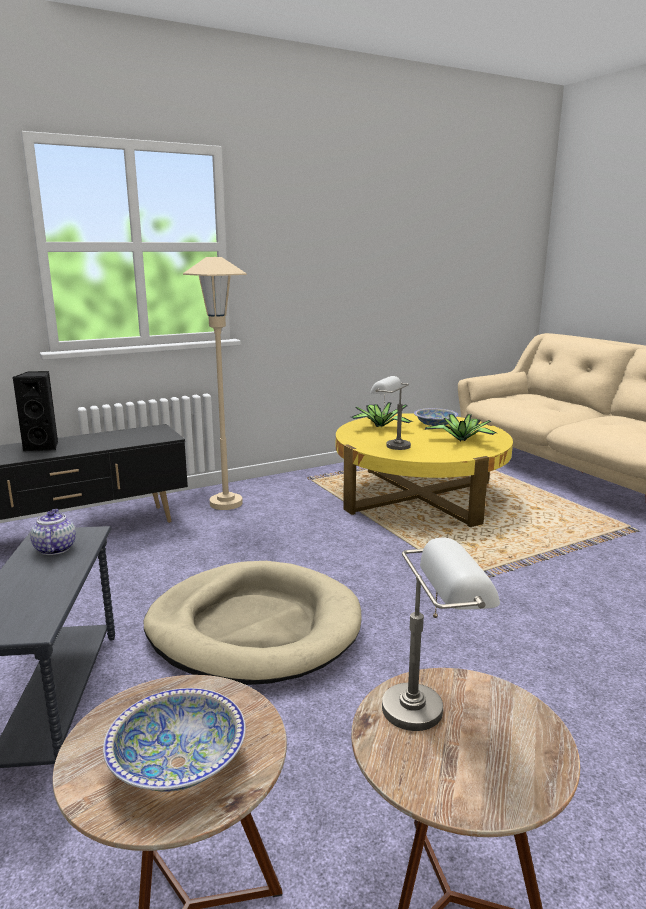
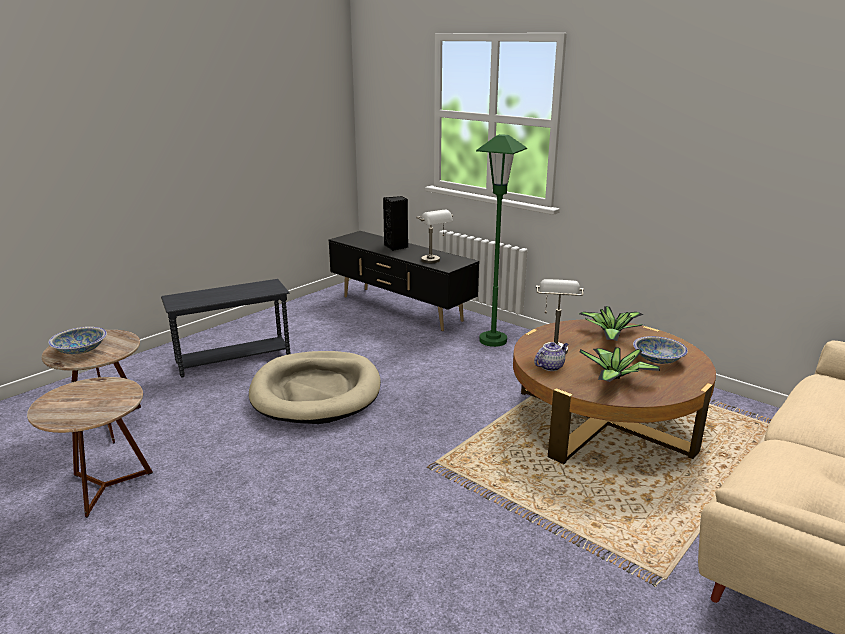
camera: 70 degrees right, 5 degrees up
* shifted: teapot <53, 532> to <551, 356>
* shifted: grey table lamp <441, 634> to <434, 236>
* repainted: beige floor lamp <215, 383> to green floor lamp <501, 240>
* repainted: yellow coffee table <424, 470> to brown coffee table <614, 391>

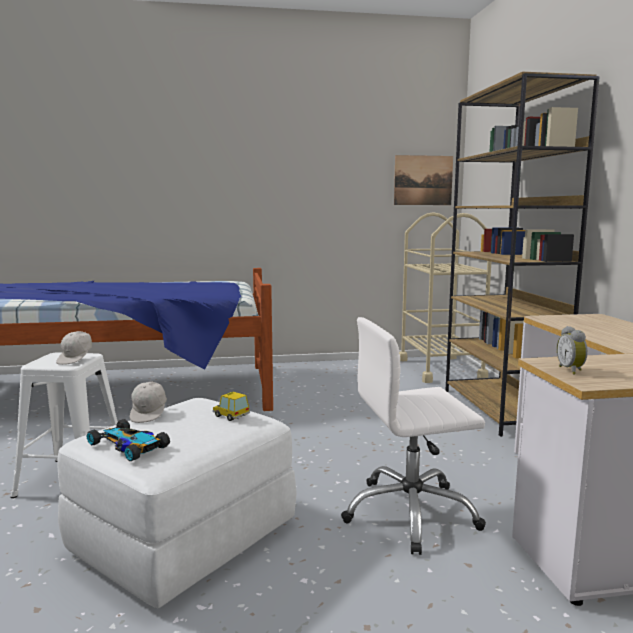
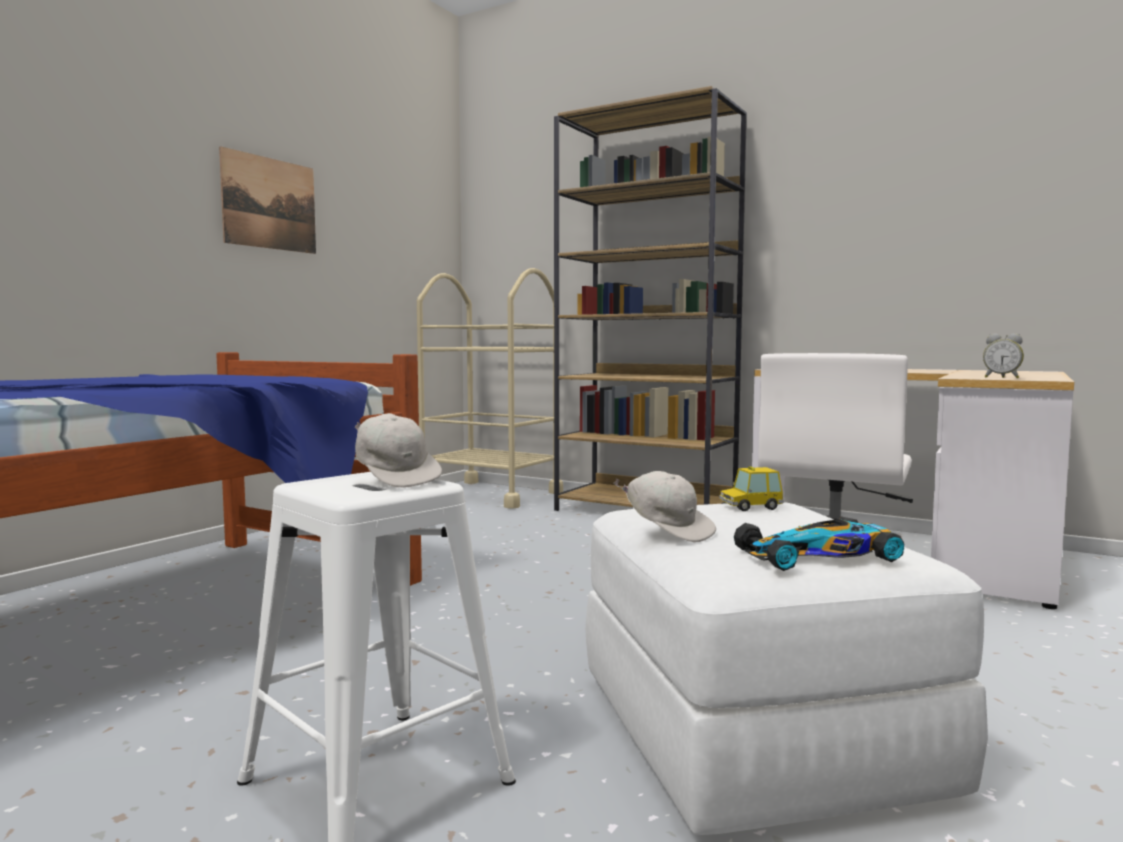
camera: 50 degrees left, 5 degrees down
* shifted: picture <423, 180> to <267, 200>

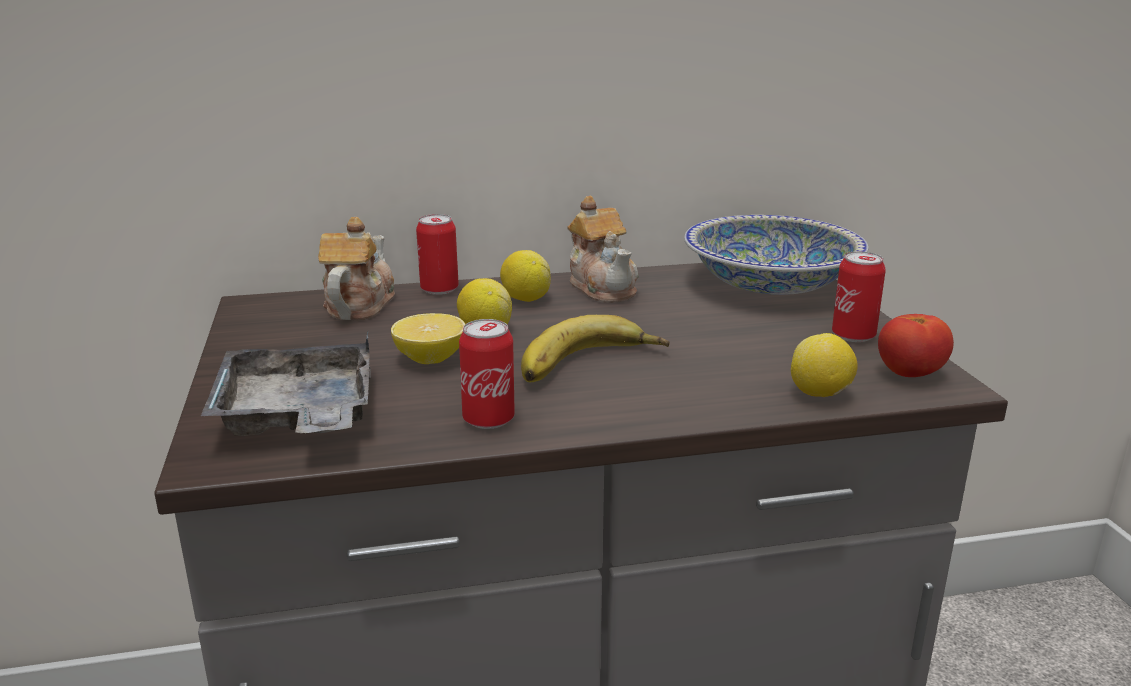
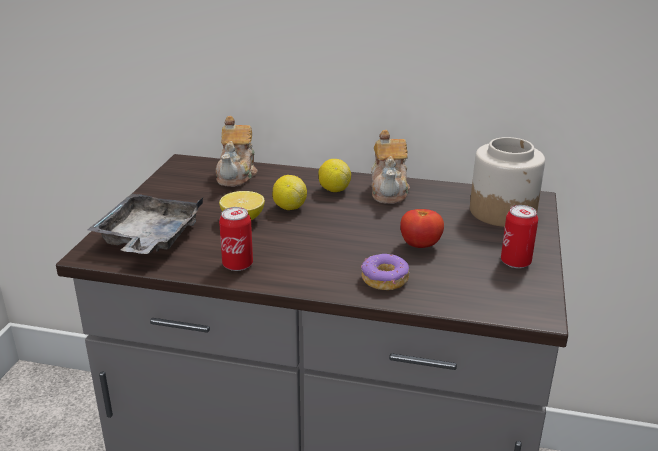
camera: 25 degrees right, 5 degrees up
* gone: can <437, 254>
* gone: banana <595, 349>
* gone: lemon <824, 365>
* new: donut <385, 272>
* shifted: tomato <916, 345> to <422, 228>
* swapped: bowl <776, 255> to jar <507, 182>
* rotated: teapot <356, 268> = <237, 151> 150 degrees clockwise

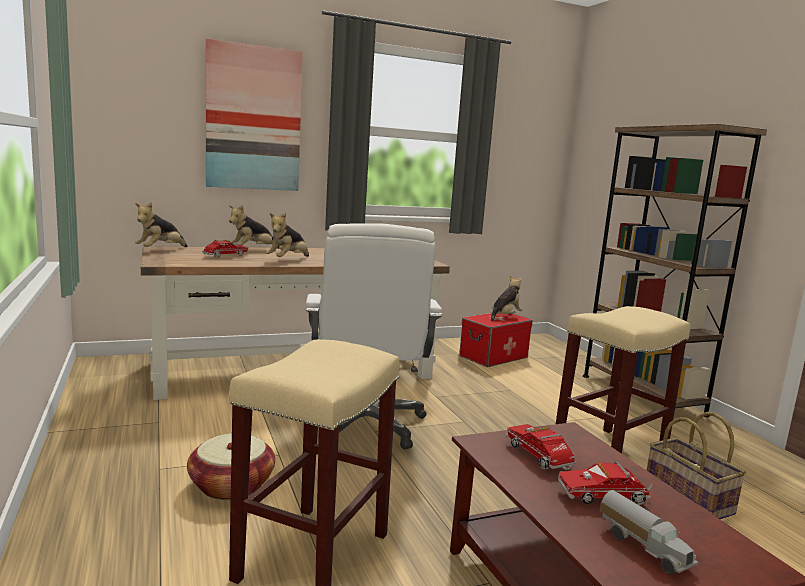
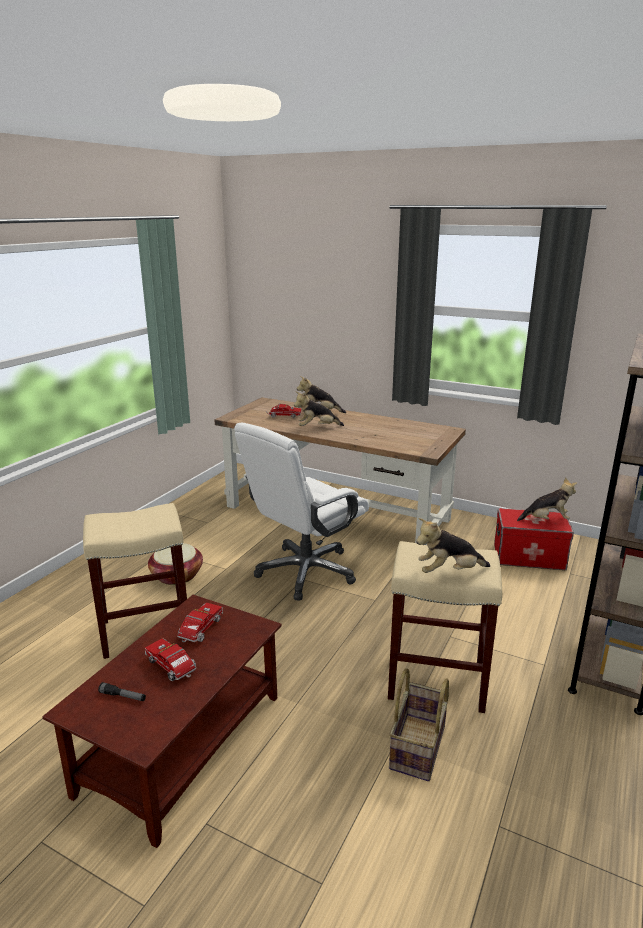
camera: 50 degrees right, 10 degrees up
* gone: picture <254, 115>
* shifted: plush toy <161, 224> to <453, 545>
* swapped: toy truck <649, 532> to flashlight <122, 691>

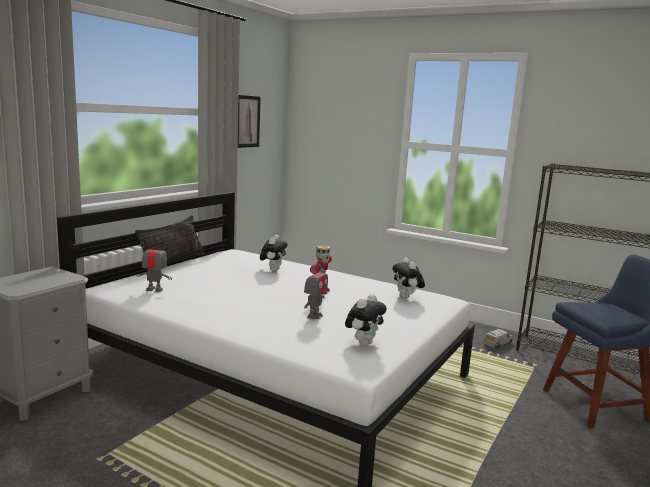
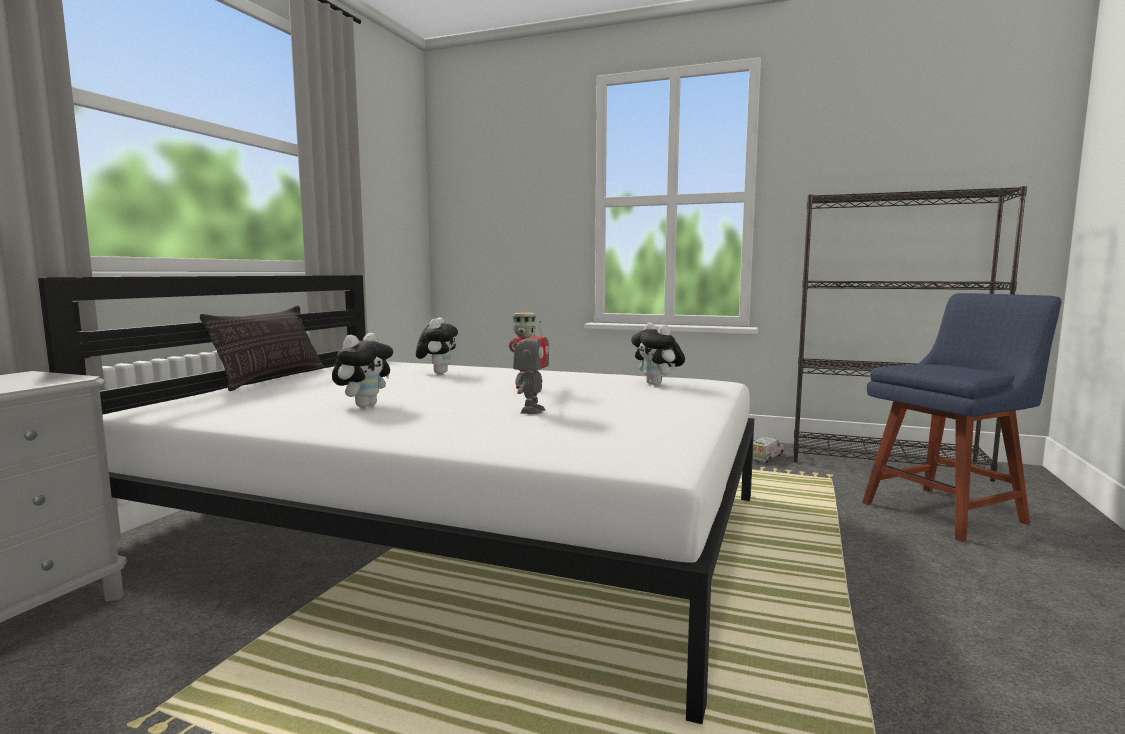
camera: 10 degrees left, 5 degrees down
* gone: toy robot <154, 267>
* gone: picture <249, 121>
* shifted: plush toy <366, 320> to <362, 370>

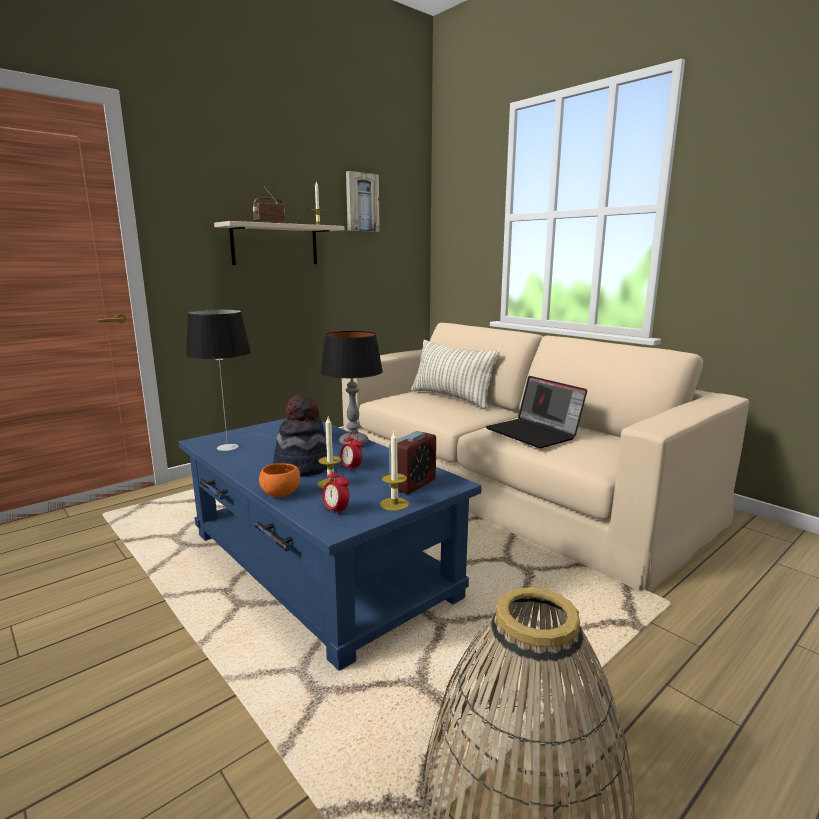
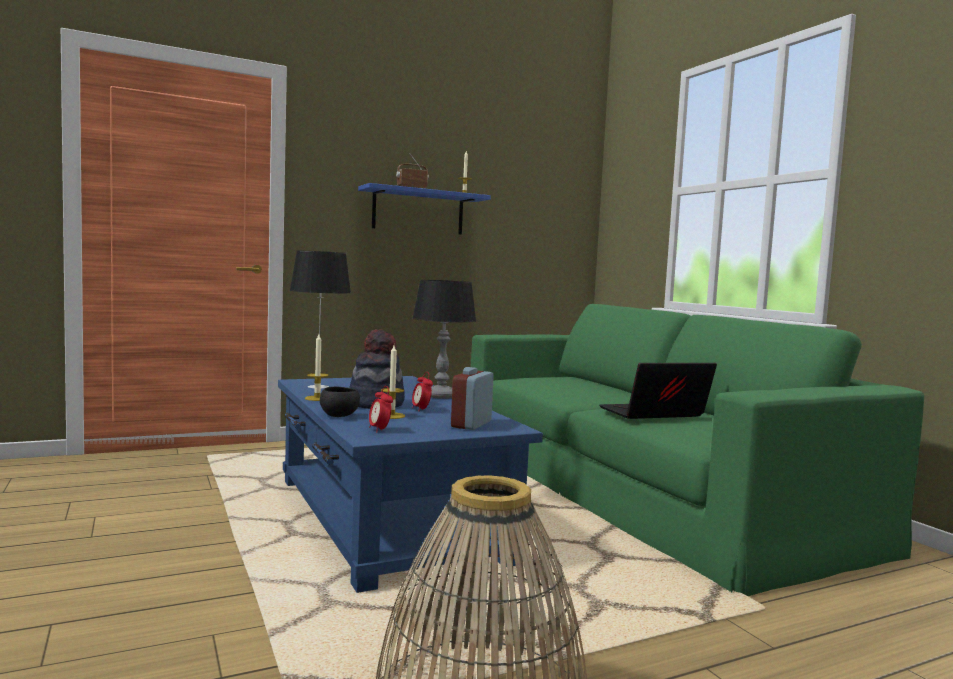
camera: 15 degrees right, 10 degrees down
* gone: picture <363, 201>
* gone: pillow <455, 374>
* shifted: candle <394, 471> to <316, 367>
* repainted: beige shelf <279, 243> to blue shelf <424, 209>
* repainted: orange bowl <279, 480> to black bowl <340, 402>
* repainted: beige sofa <545, 457> to green sofa <697, 450>
* rotated: alarm clock <412, 462> = <472, 398> 150 degrees clockwise
* rotated: laptop <536, 412> = <658, 391> 90 degrees clockwise

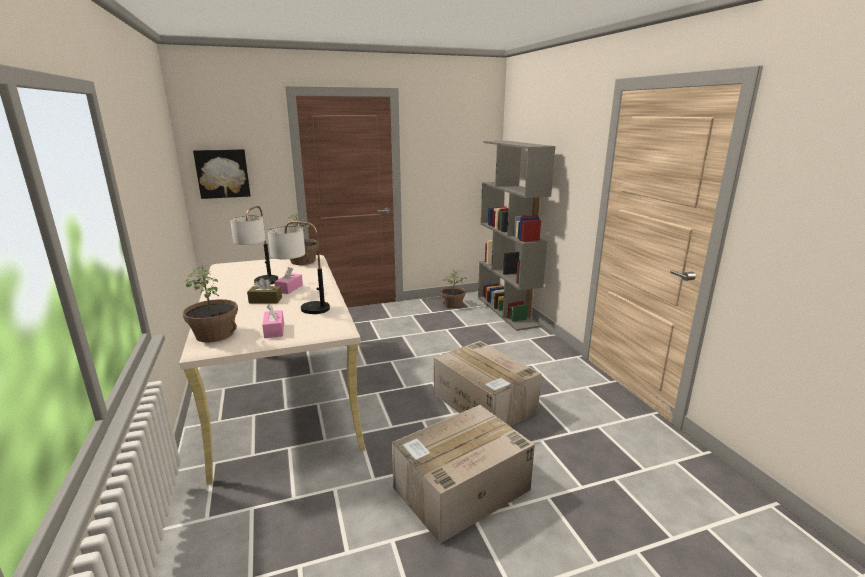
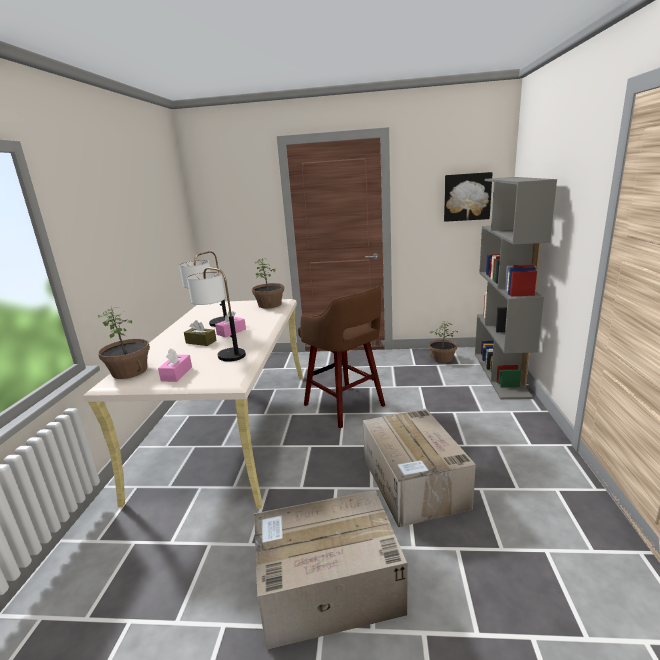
camera: 25 degrees right, 0 degrees up
* new: brown stool <341, 357>
* shifted: picture <222, 174> to <468, 197>

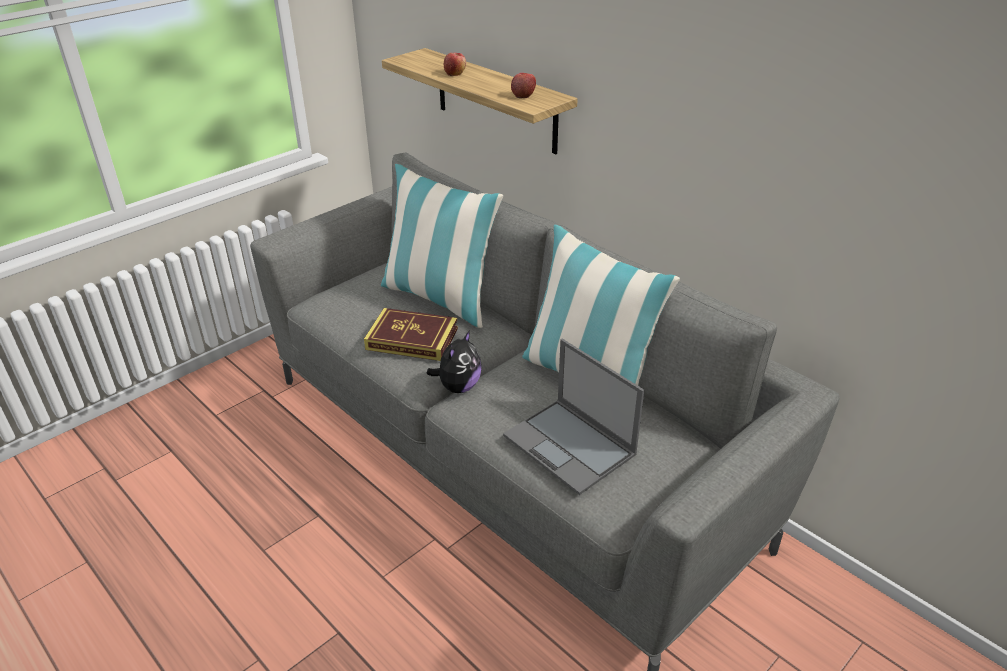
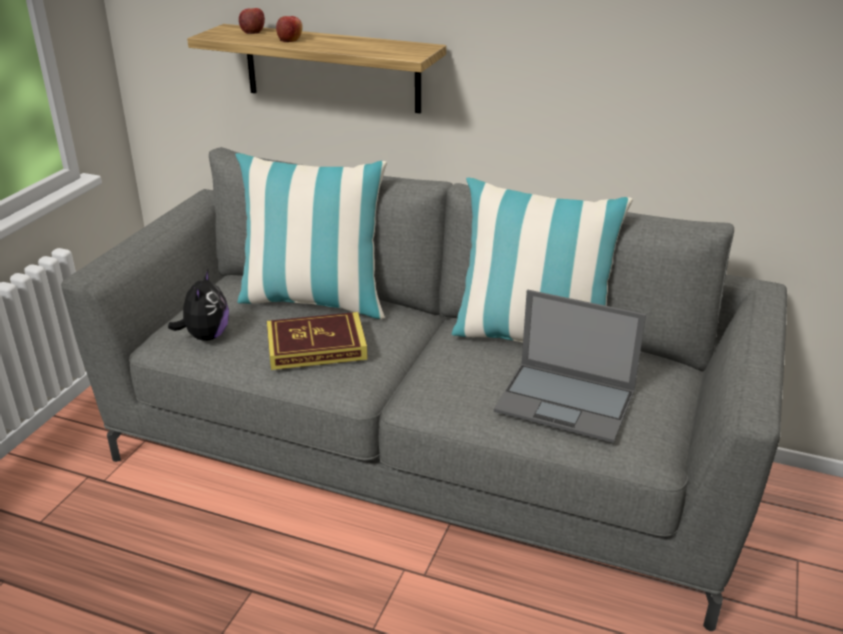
camera: 25 degrees left, 5 degrees down
* shifted: plush toy <454, 361> to <198, 305>
* shifted: apple <523, 85> to <252, 21>

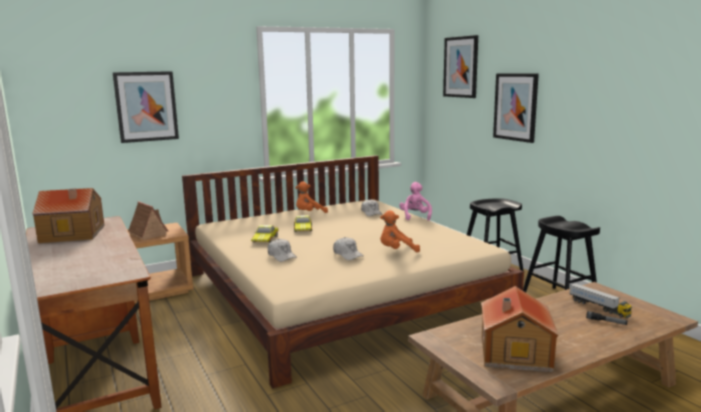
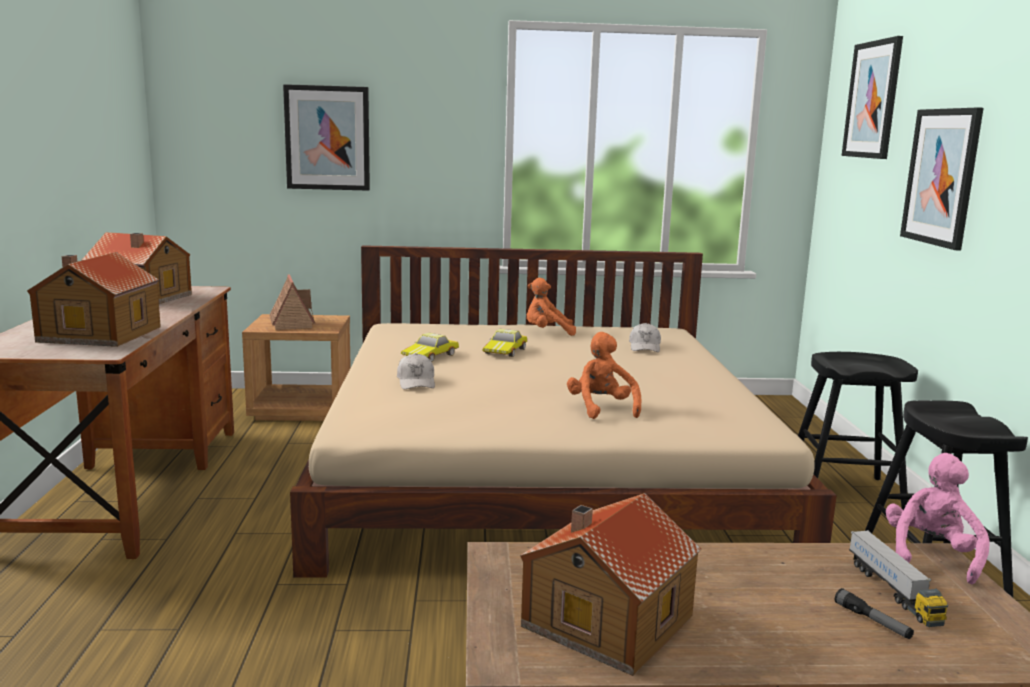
camera: 25 degrees right, 0 degrees up
* gone: white cap <348, 248>
* new: toy house <94, 299>
* shifted: pink plush toy <415, 201> to <938, 518>
* rotated: orange plush toy <400, 231> = <604, 375> 60 degrees clockwise

